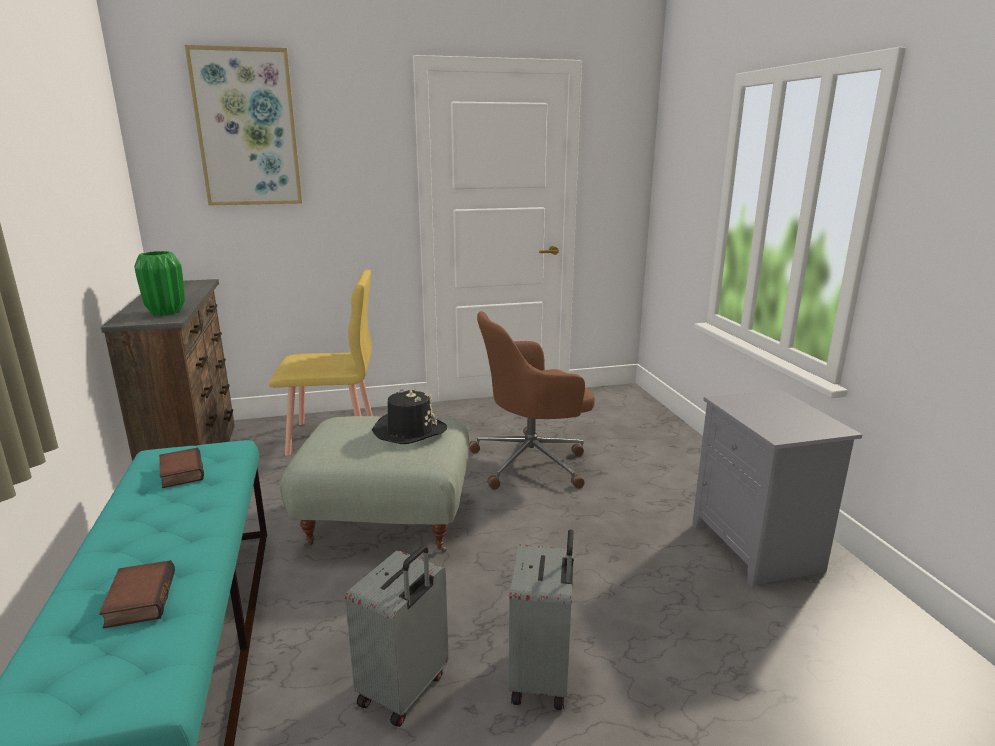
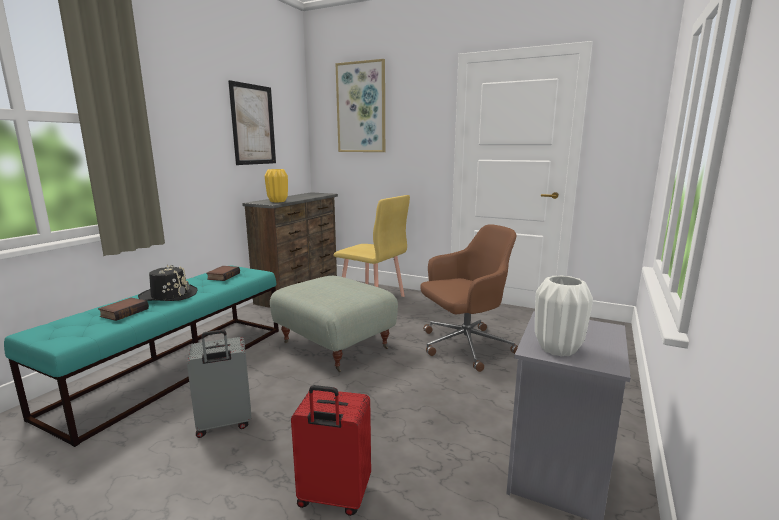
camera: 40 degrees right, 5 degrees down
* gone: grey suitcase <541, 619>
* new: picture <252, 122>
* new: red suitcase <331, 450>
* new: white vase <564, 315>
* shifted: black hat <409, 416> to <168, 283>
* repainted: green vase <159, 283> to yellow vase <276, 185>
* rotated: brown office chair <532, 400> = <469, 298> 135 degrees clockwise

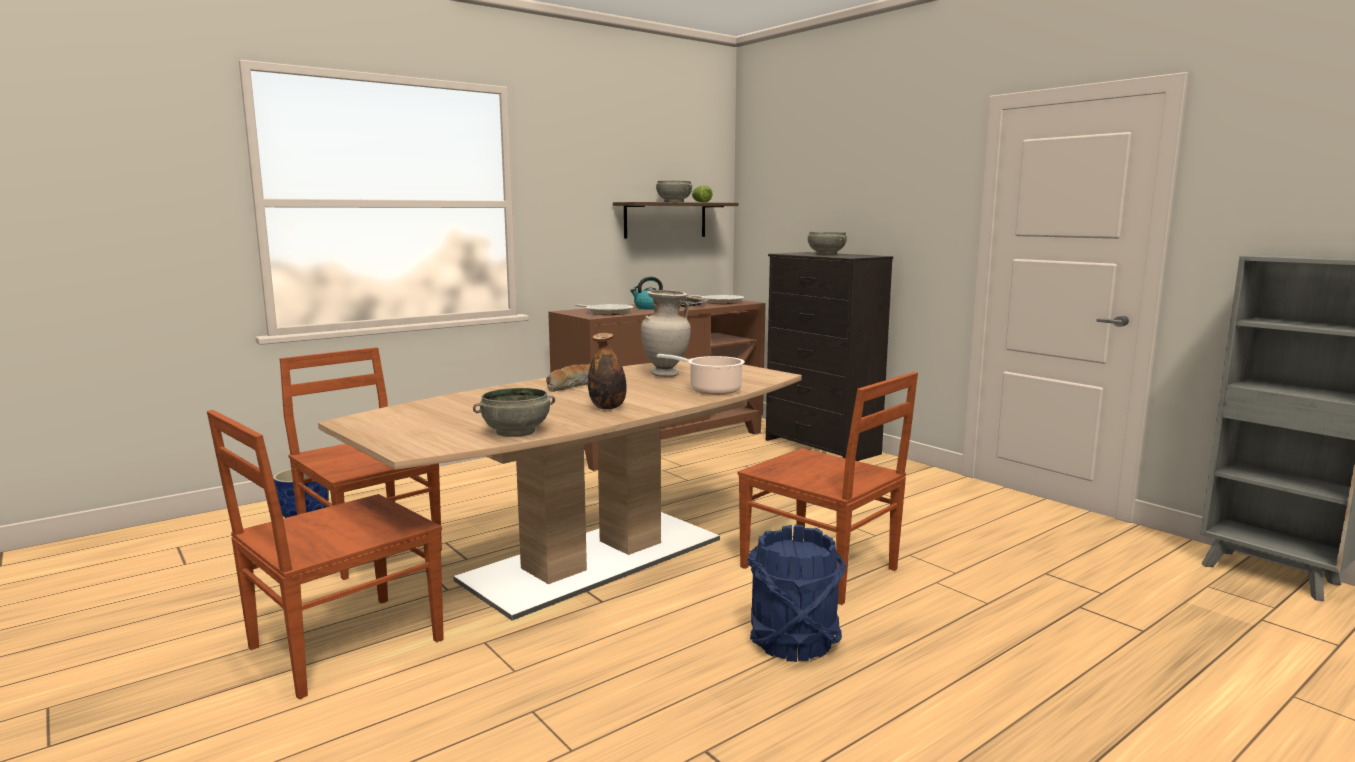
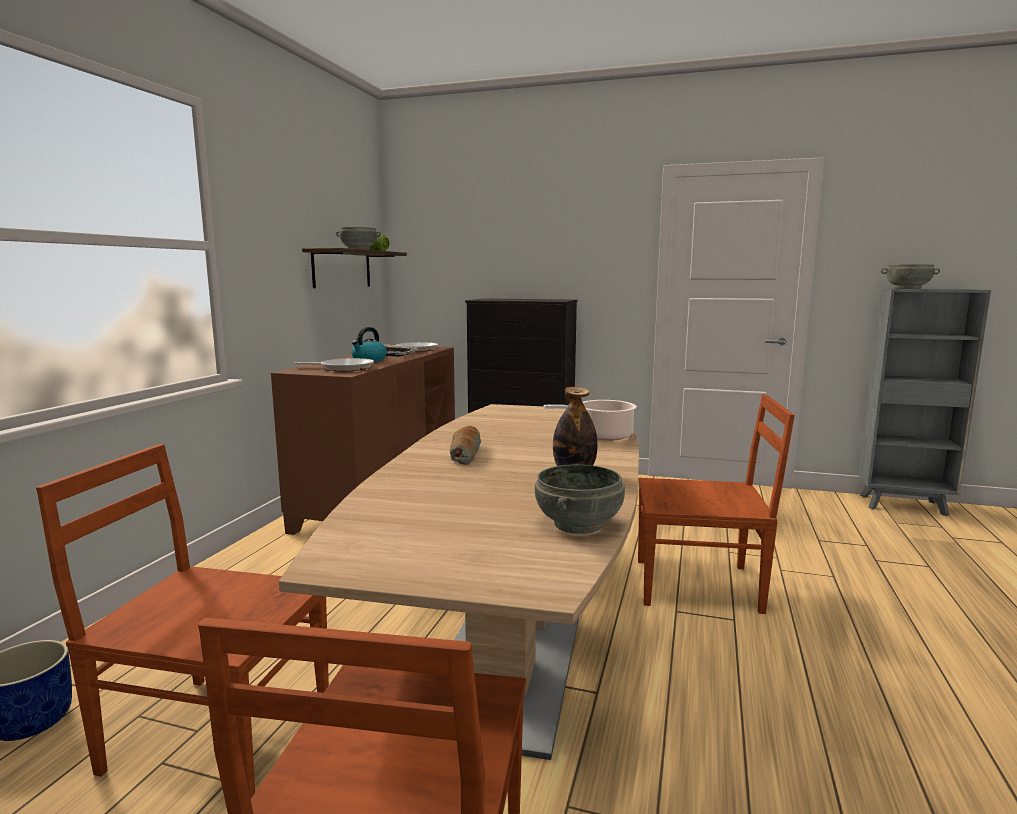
camera: 35 degrees left, 0 degrees up
* gone: beige vase <666, 333>
* gone: blue bucket <796, 593>
* shifted: grey bowl <827, 243> to <910, 276>

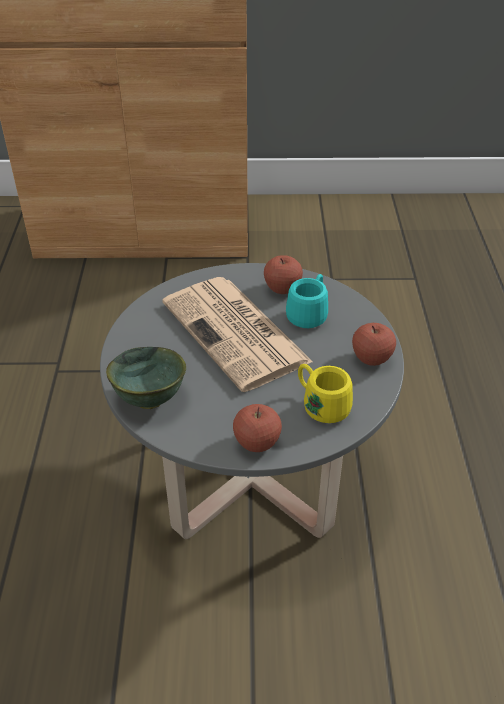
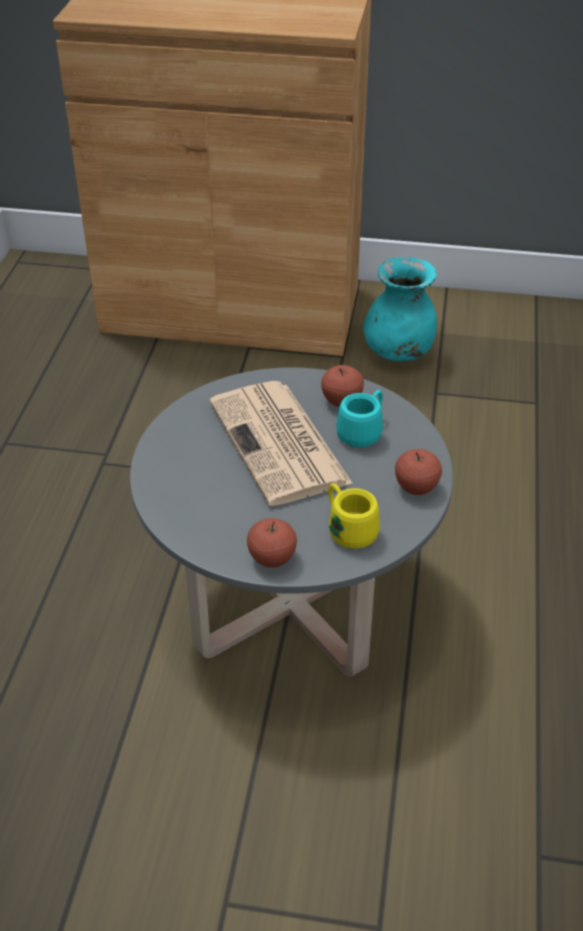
camera: 10 degrees right, 0 degrees up
* gone: green bowl <146, 378>
* new: turquoise vase <400, 309>

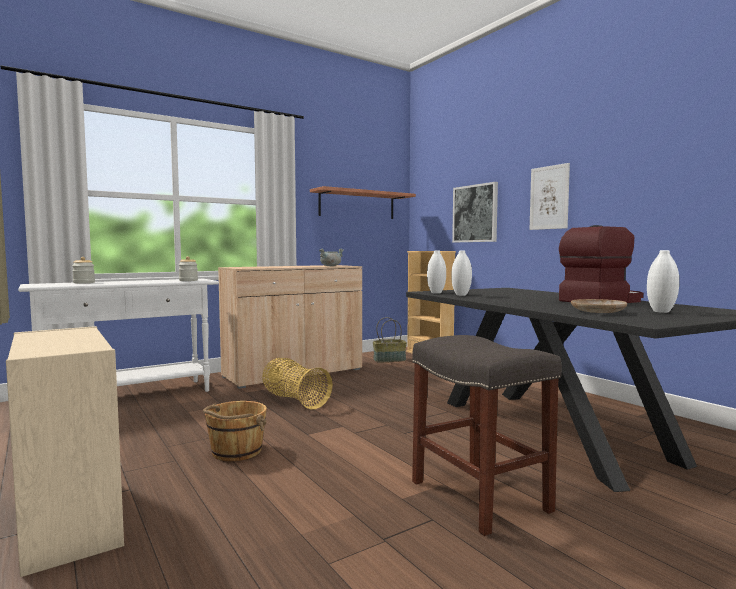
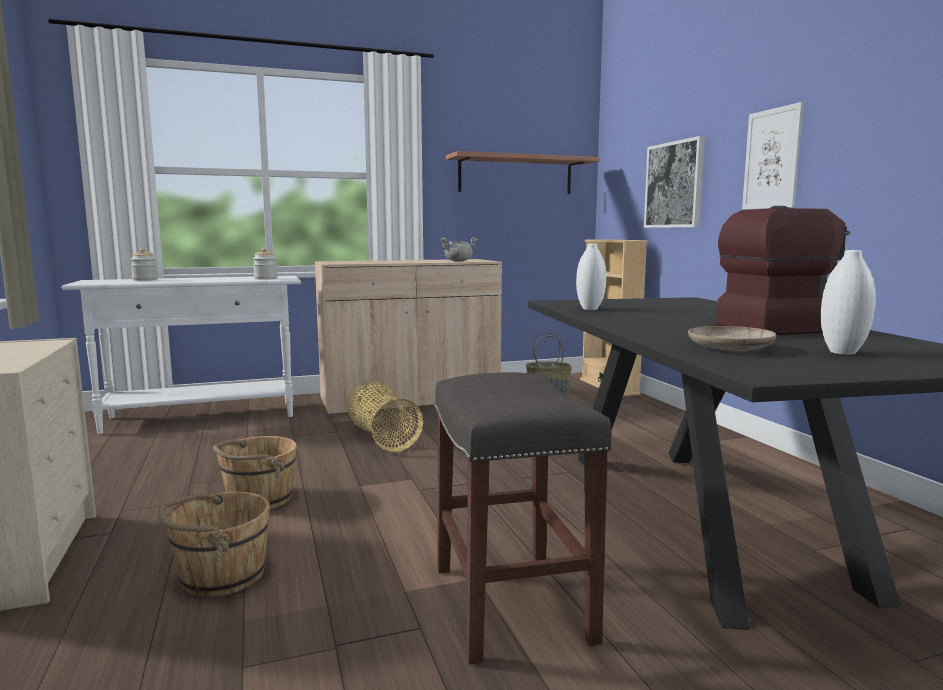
camera: 15 degrees right, 5 degrees up
* gone: white vase <436, 271>
* new: brown bucket <214, 543>

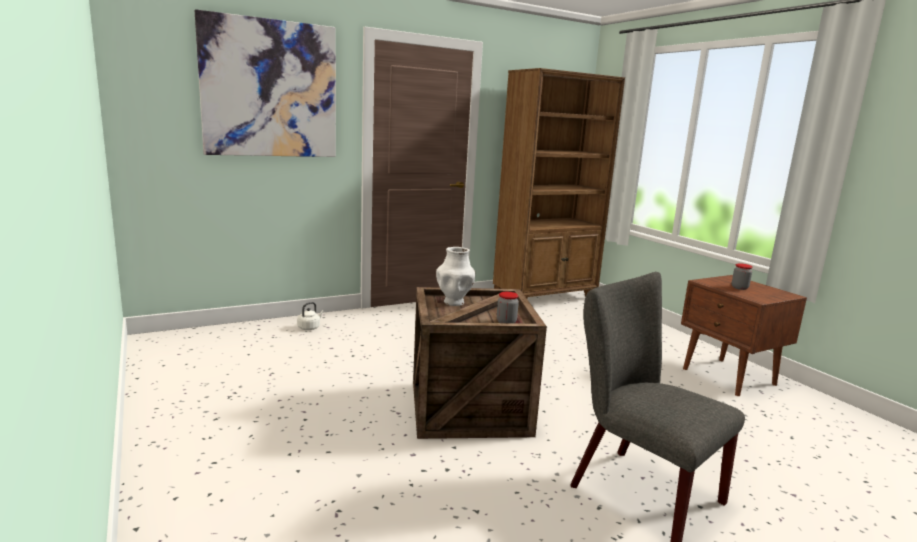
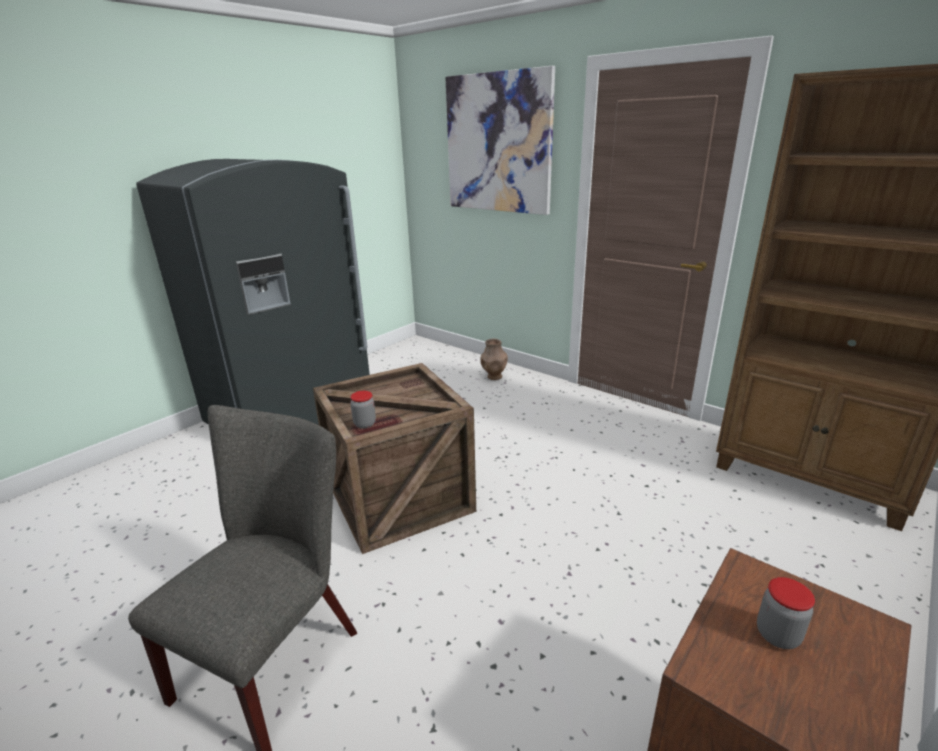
camera: 70 degrees right, 10 degrees up
* gone: white vase <455, 276>
* new: grey fridge <253, 292>
* swapped: white kettle <310, 316> to brown vase <494, 359>

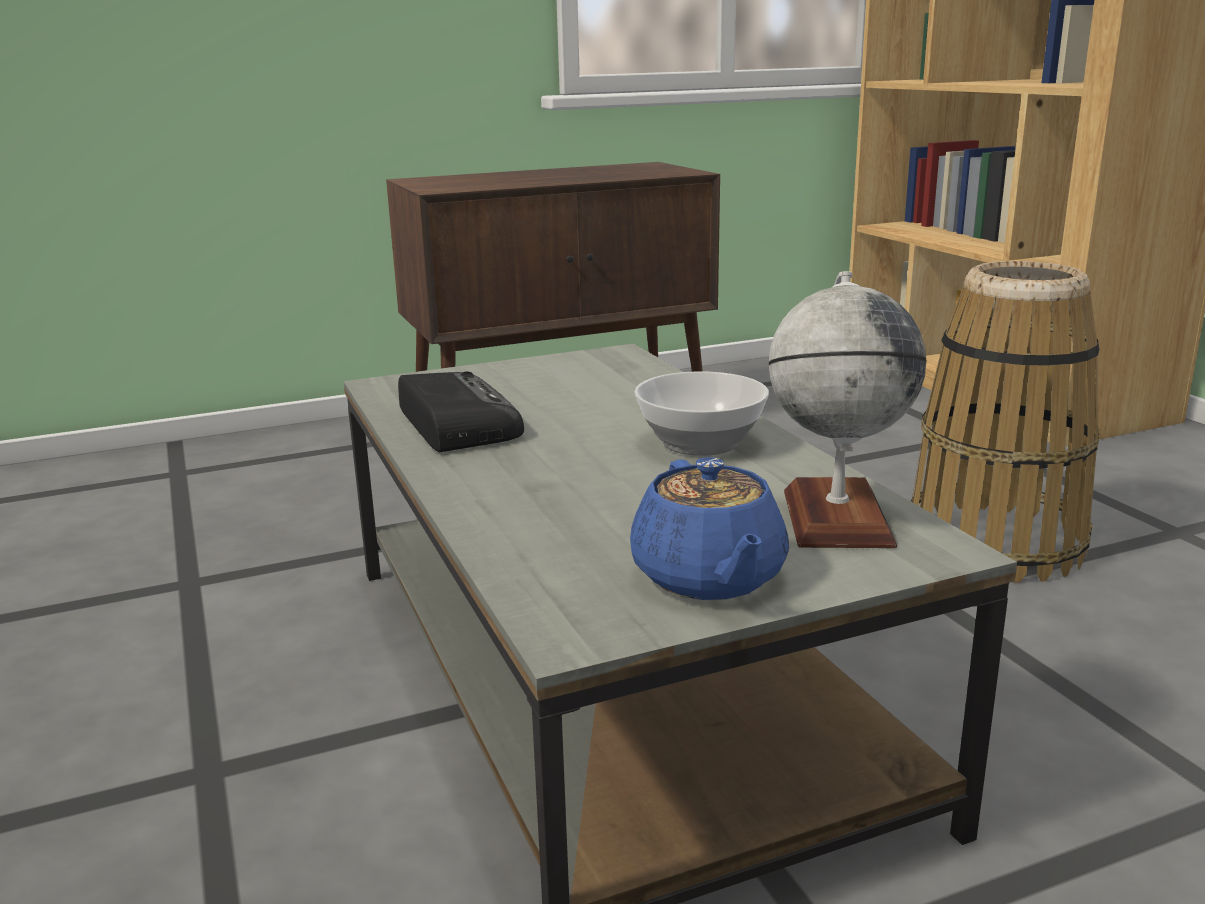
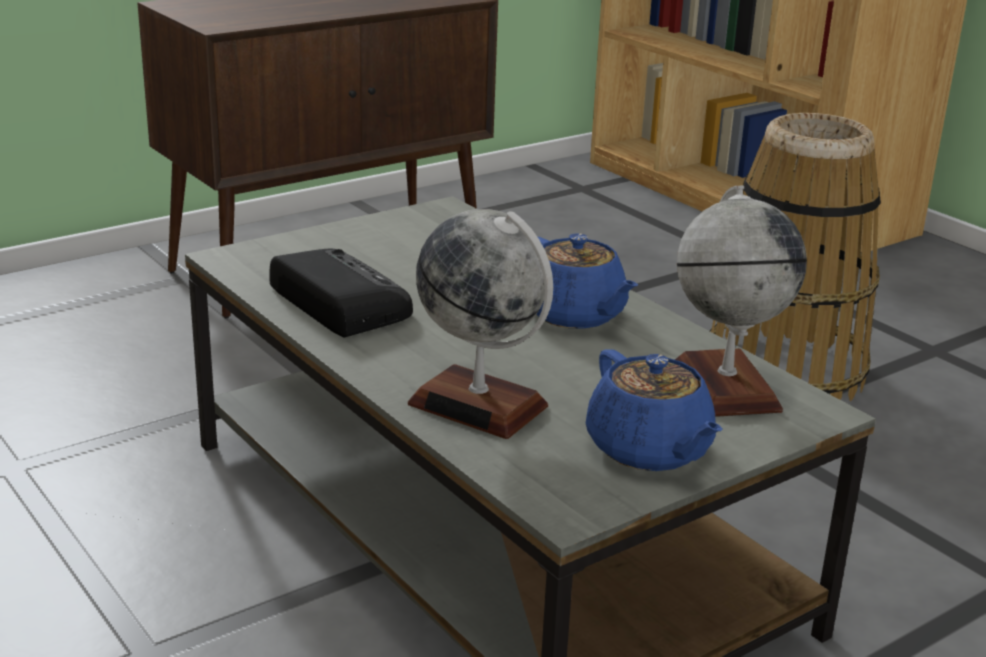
camera: 15 degrees left, 5 degrees up
* new: globe <480, 324>
* swapped: bowl <702, 413> to blue teapot <587, 281>

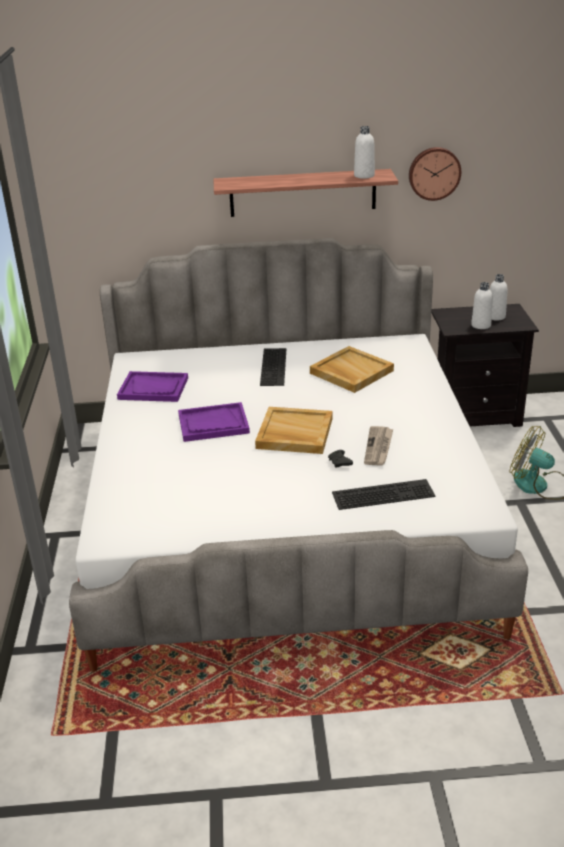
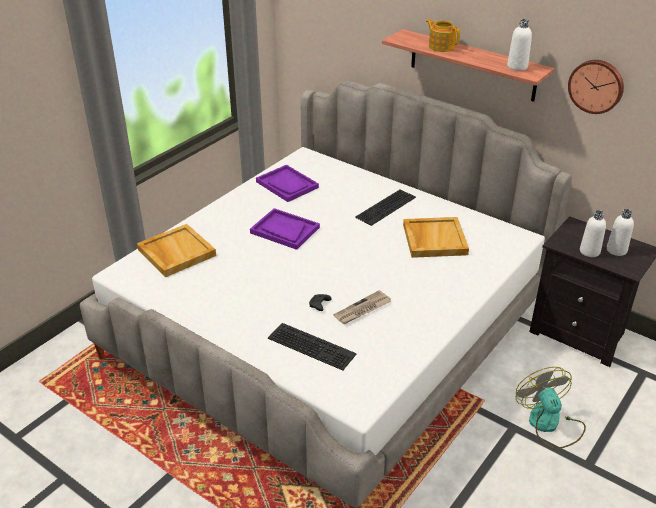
camera: 40 degrees right, 5 degrees up
* new: teapot <443, 35>
* shifted: beige tray <294, 430> to <176, 250>

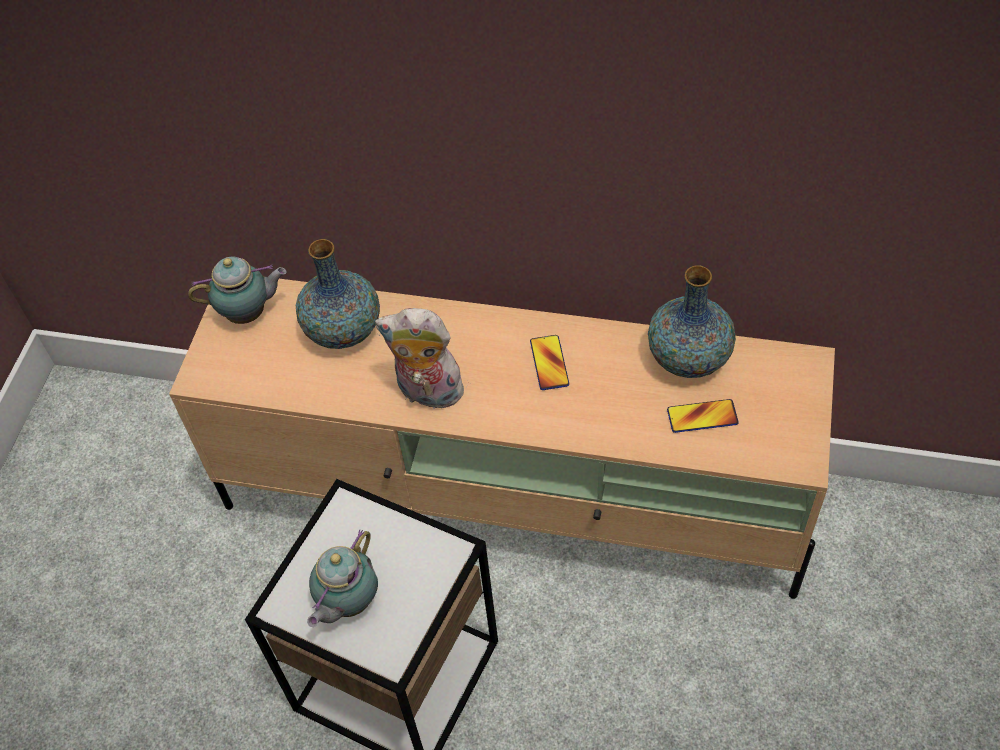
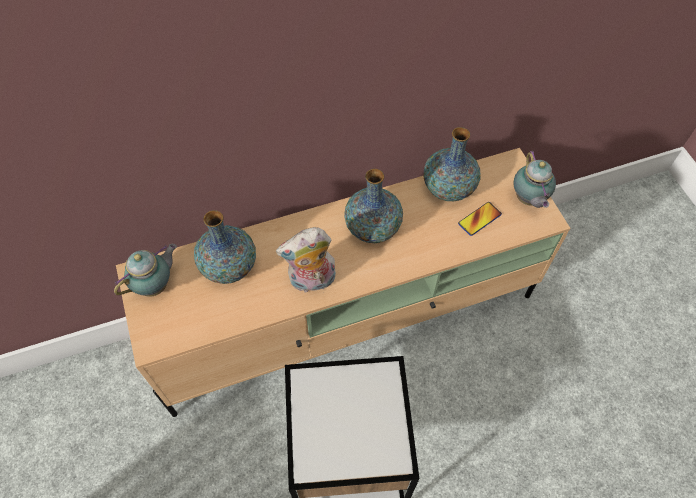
camera: 35 degrees left, 5 degrees up
* shifted: teapot <342, 578> to <534, 179>
* swapped: phone <549, 362> to vase <373, 206>

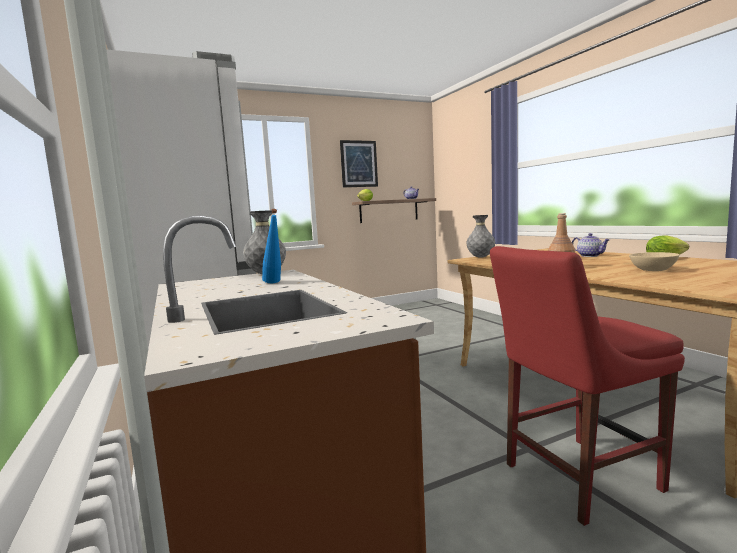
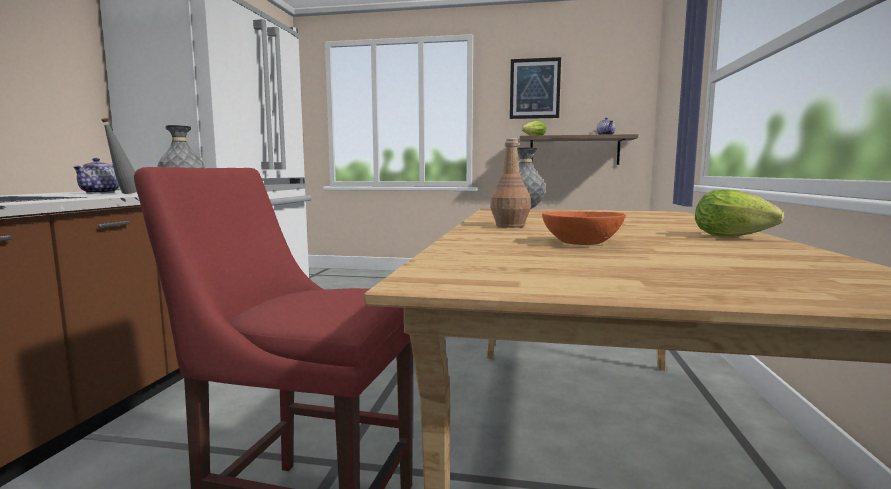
camera: 35 degrees right, 0 degrees up
* shifted: teapot <591, 245> to <96, 176>
* repainted: blue bottle <271, 246> to grey bottle <119, 156>
* repainted: beige bowl <654, 261> to orange bowl <584, 228>

